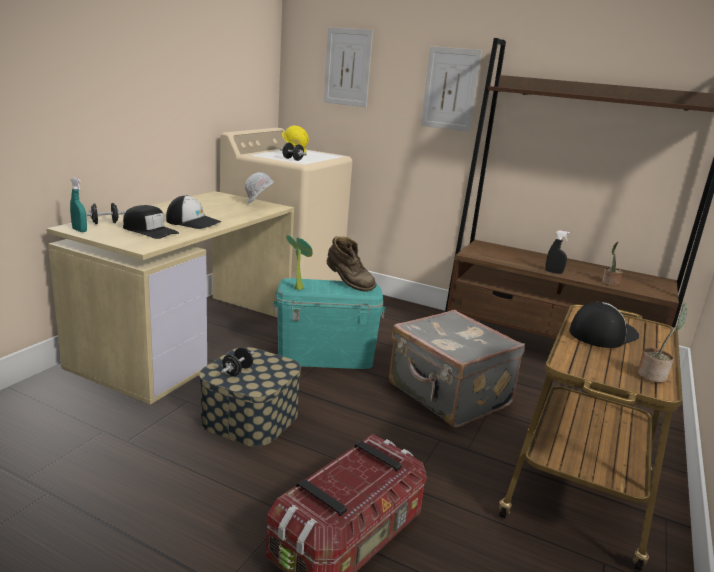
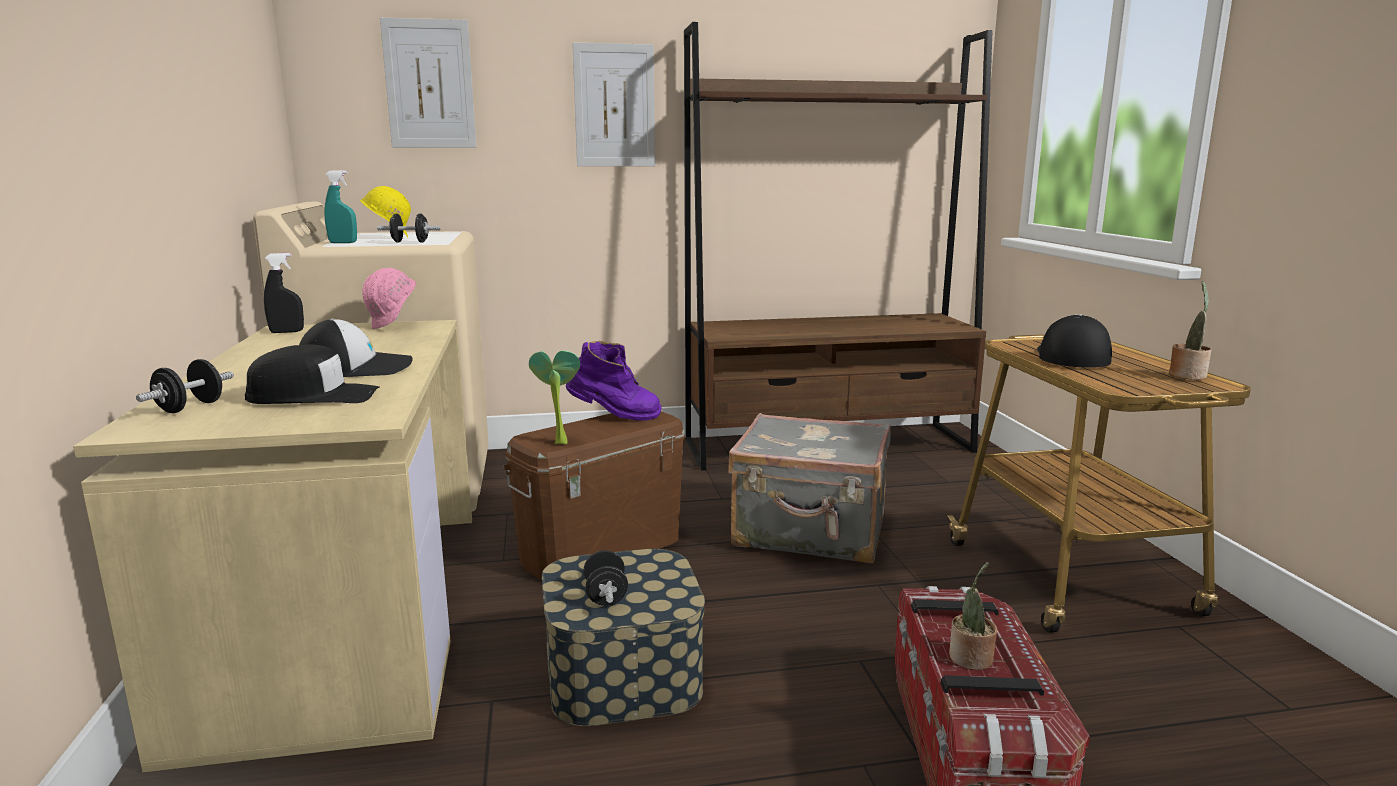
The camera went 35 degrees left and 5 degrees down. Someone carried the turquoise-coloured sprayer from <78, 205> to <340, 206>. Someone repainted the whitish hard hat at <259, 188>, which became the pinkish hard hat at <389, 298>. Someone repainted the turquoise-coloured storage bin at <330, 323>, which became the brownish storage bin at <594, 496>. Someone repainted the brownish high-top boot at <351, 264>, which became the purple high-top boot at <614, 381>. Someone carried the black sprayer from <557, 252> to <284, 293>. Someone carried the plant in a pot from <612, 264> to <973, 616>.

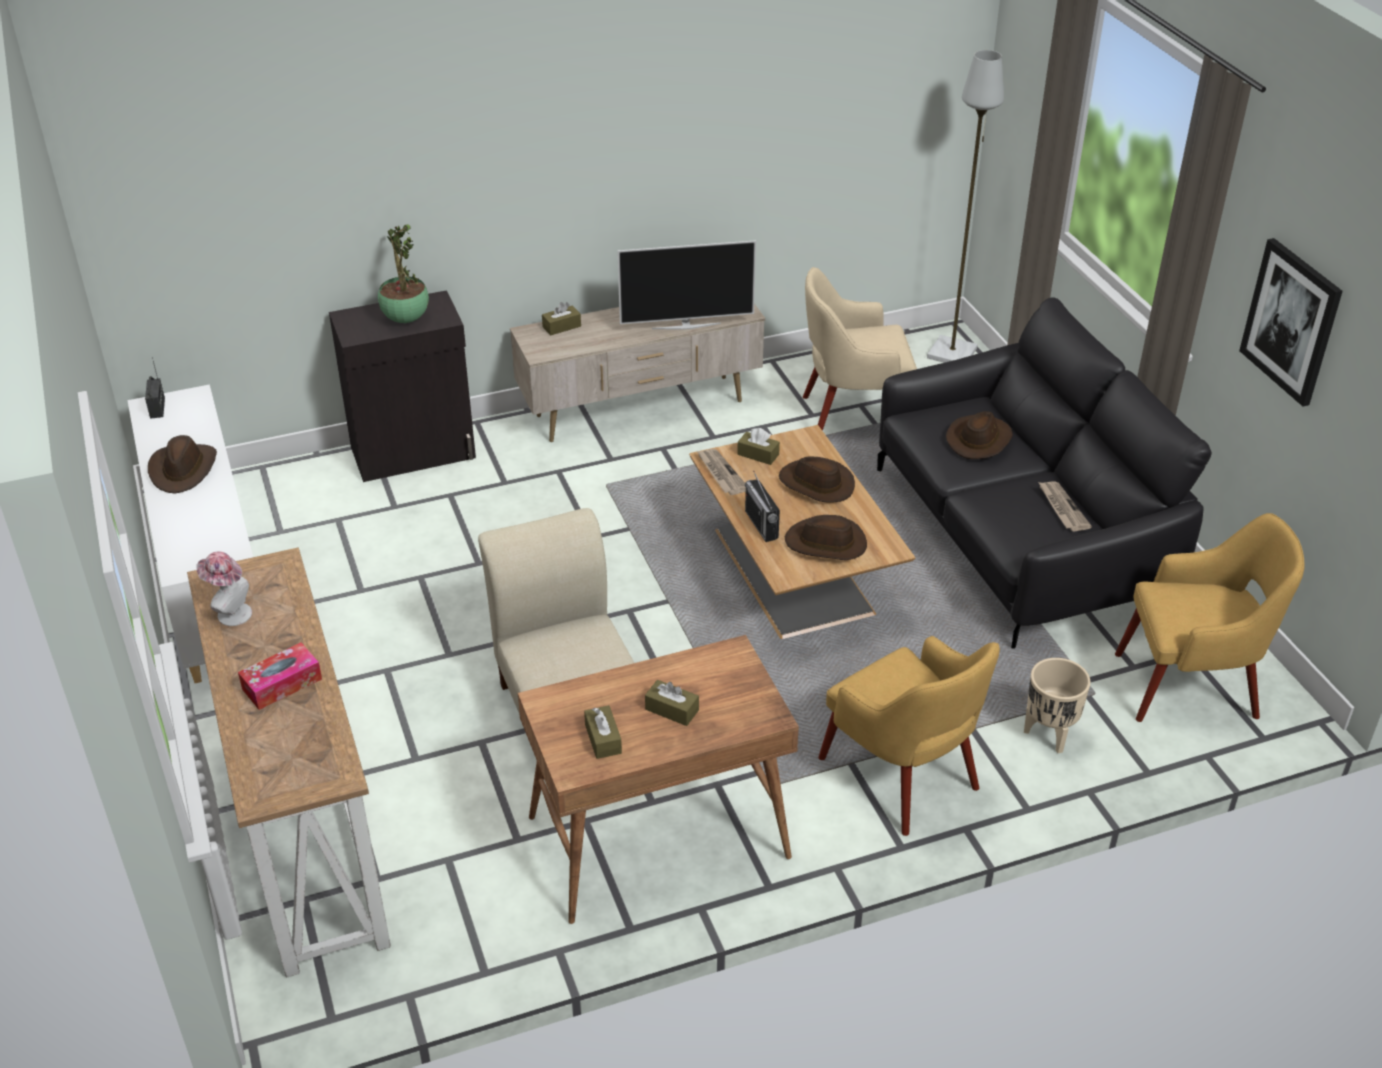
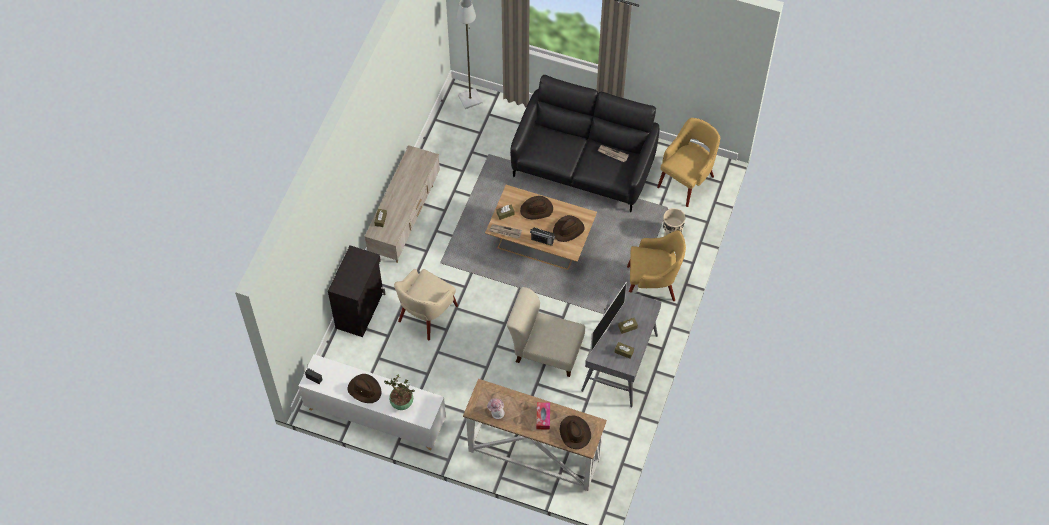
The camera went 50 degrees left and 20 degrees up. Someone carried the plant in a pot from <403, 273> to <399, 392>. Someone repainted the brownish desk unit at <658, 779>, which became the gray desk unit at <621, 347>. Someone carried the TV from <686, 285> to <608, 316>. Someone carried the sand-coloured armchair from <860, 349> to <426, 305>. Someone carried the brownish clothing hat from <979, 435> to <575, 432>. Someone took away the wall art at <1291, 322>.

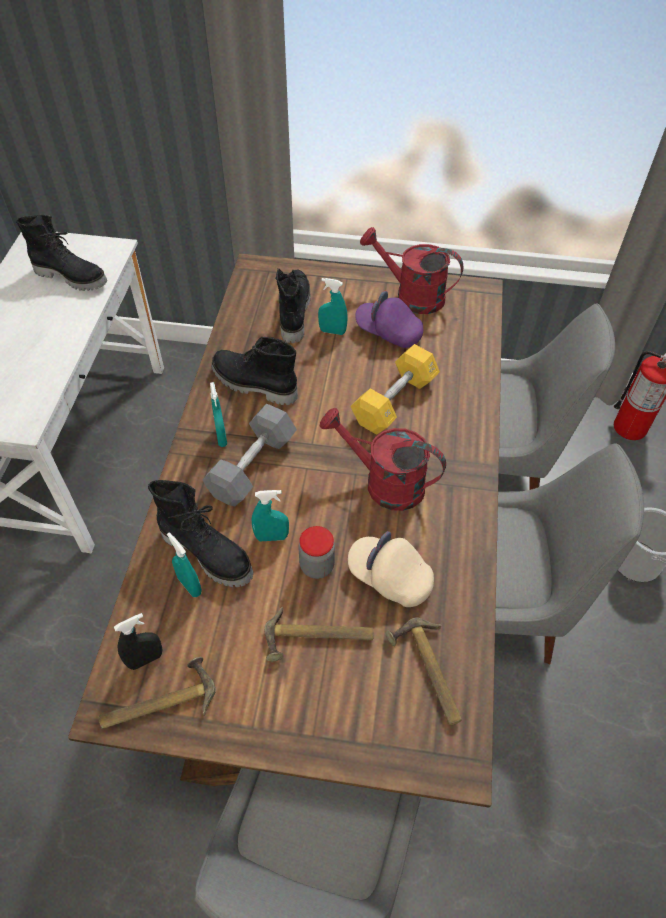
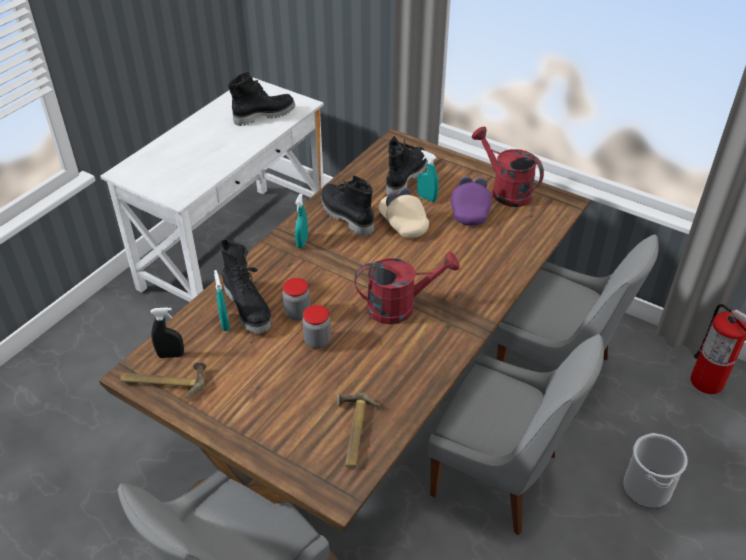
The camera went 25 degrees right and 10 degrees down. Someone rotated the black high-top boot at <61, 253> by 75 degrees counterclockwise. Someone took away the gray free weight at <250, 454>. Someone swapped the turquoise-coloured sprayer at <270, 515> for the storage jar at <296, 299>. Someone took away the tool hammer at <319, 634>. Someone rotated the red watering can at <383, 459> by 120 degrees clockwise. Someone carried the sand-coloured cap from <391, 569> to <404, 213>. Someone took away the yellow-coloured free weight at <395, 389>. Someone rotated the purple cap at <389, 319> by 45 degrees clockwise.

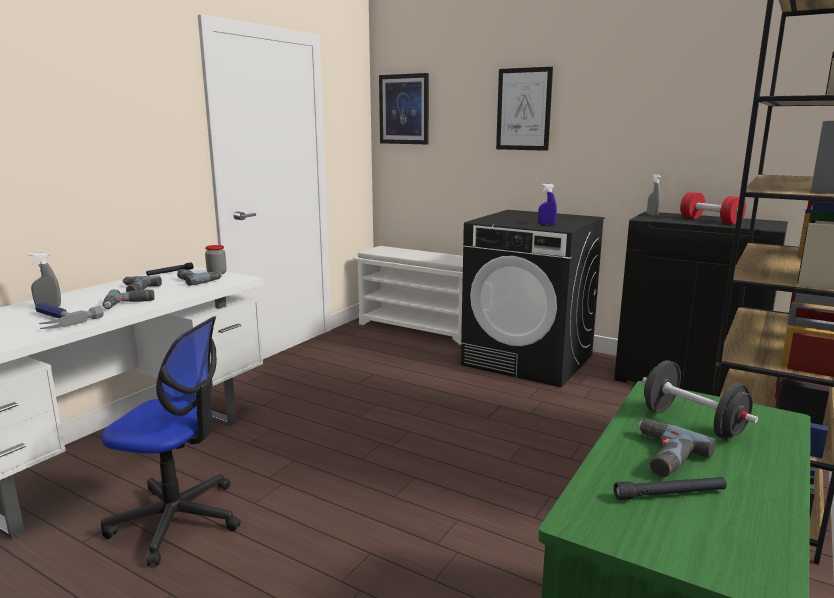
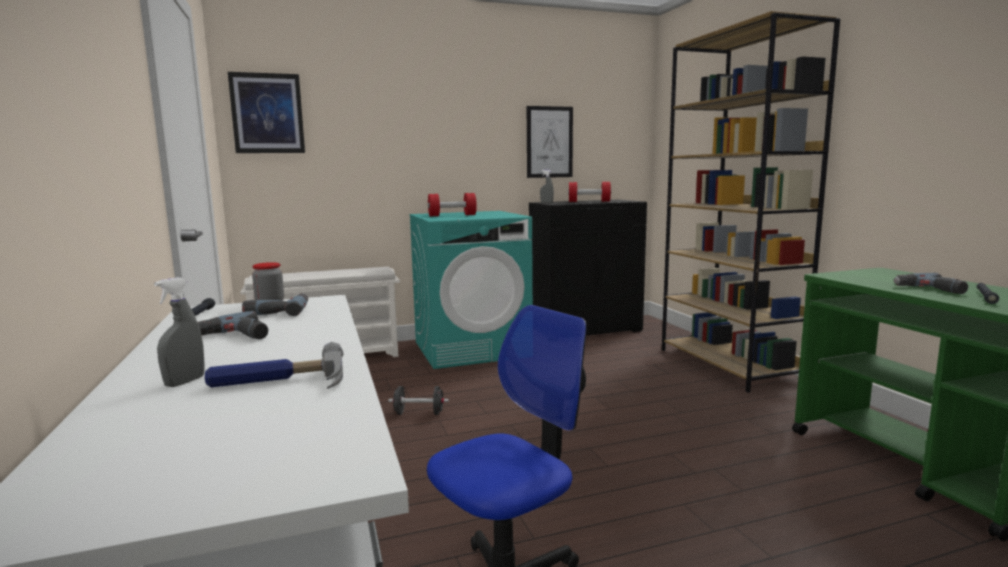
The camera went 50 degrees left and 5 degrees down. Someone took away the power drill at <129, 299>. Someone repainted the black washing machine at <533, 298>, which became the turquoise-coloured washing machine at <471, 290>. Someone carried the wall art from <524, 109> to <550, 142>. Someone took away the blue sprayer at <547, 204>. Someone carried the black free weight from <700, 400> to <418, 400>. Someone put down the red free weight at <452, 204>.

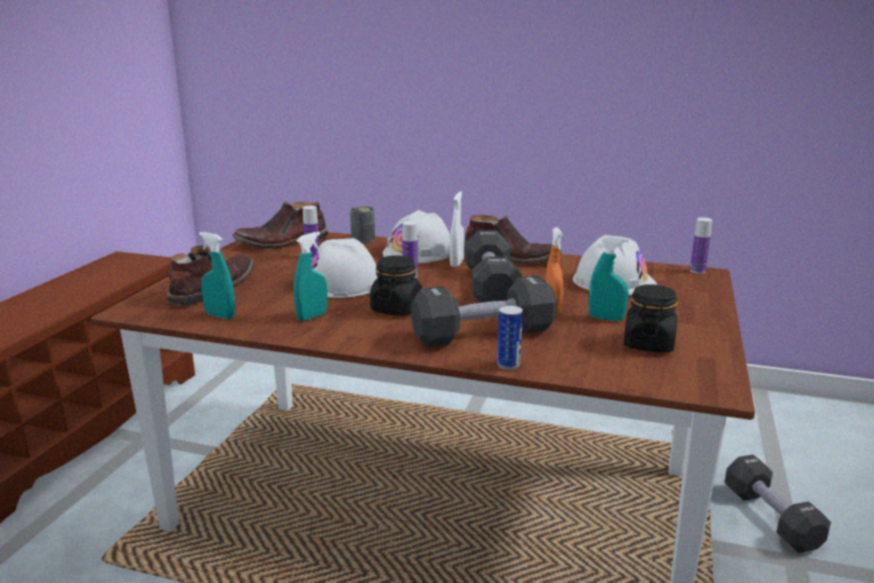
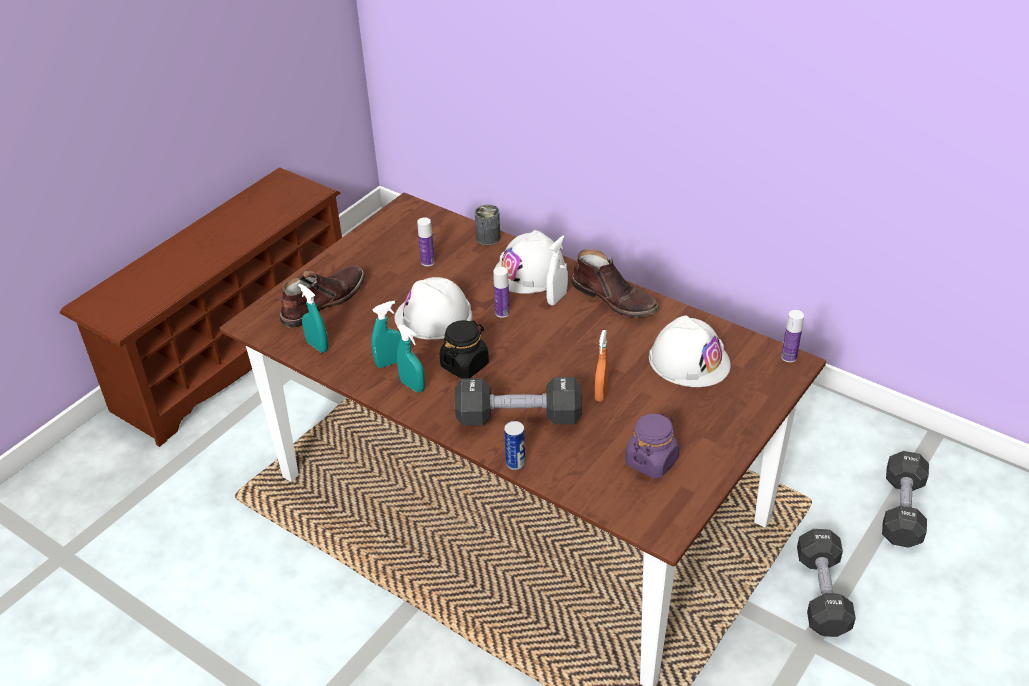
The camera went 20 degrees right and 20 degrees up. Someone took away the brownish high-top boot at <280, 225>. Someone carried the black free weight from <494, 266> to <905, 499>. Someone carried the turquoise-coloured sprayer from <609, 278> to <411, 358>. Someone repainted the black storage jar at <651, 318>, which became the purple storage jar at <652, 445>.

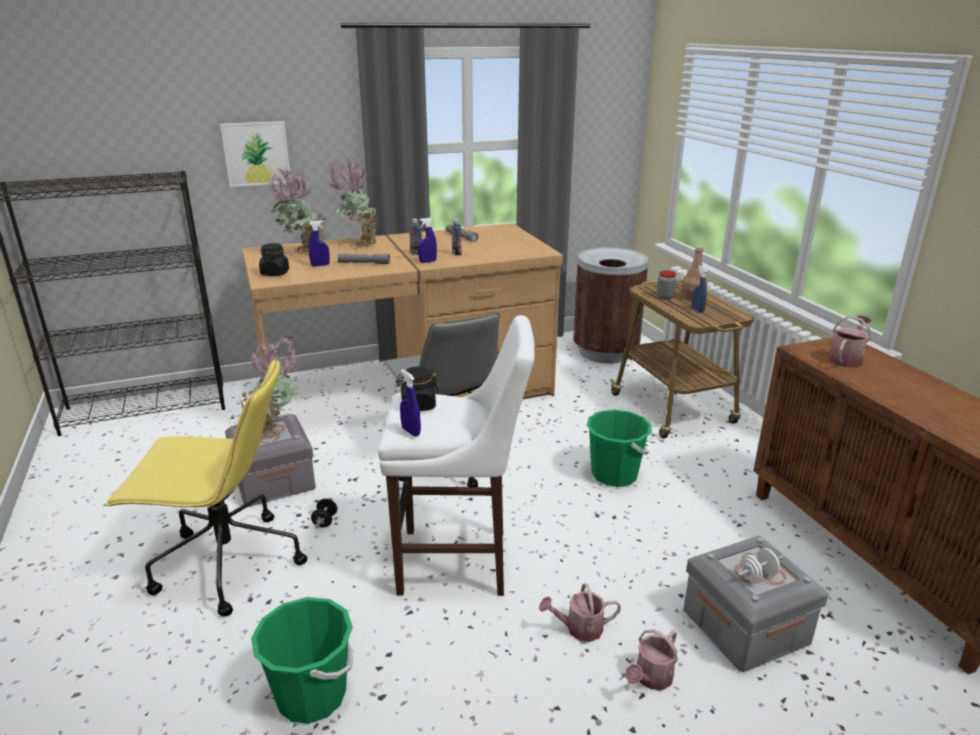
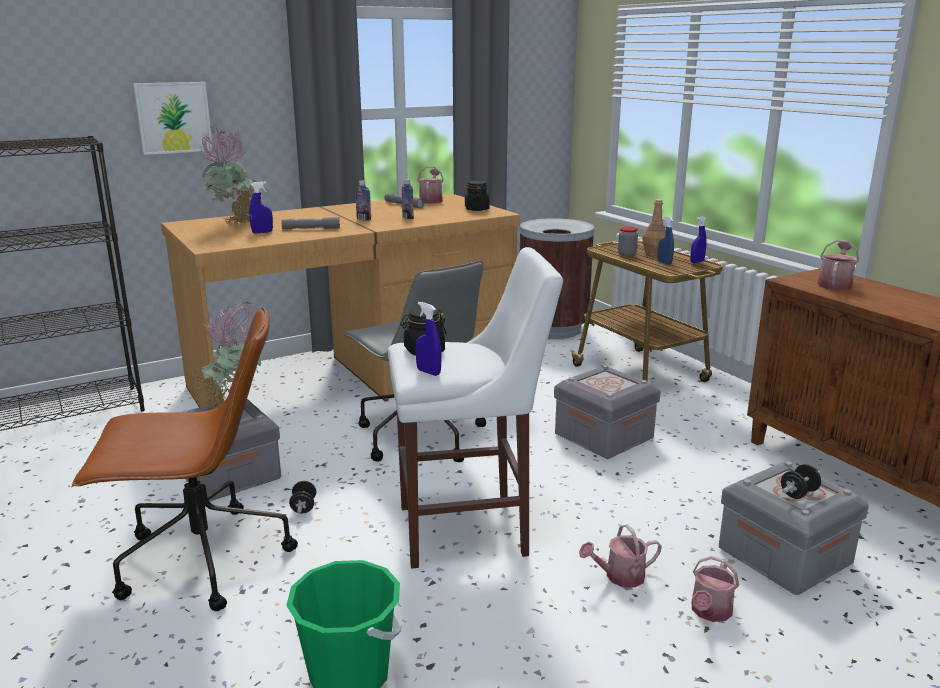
The camera went 10 degrees left and 5 degrees down. Someone repainted the yellow-coloured office chair at <206, 487>, which became the brownish office chair at <185, 459>. Someone carried the black storage jar from <274, 259> to <477, 196>. Someone took away the plant in a pot at <354, 203>. Someone carried the blue sprayer from <427, 240> to <698, 239>. Someone swapped the green bucket at <619, 448> for the gray storage bin at <607, 412>. Someone repainted the whitish free weight at <760, 565>, which became the black free weight at <801, 481>. Someone put down the watering can at <431, 185>.

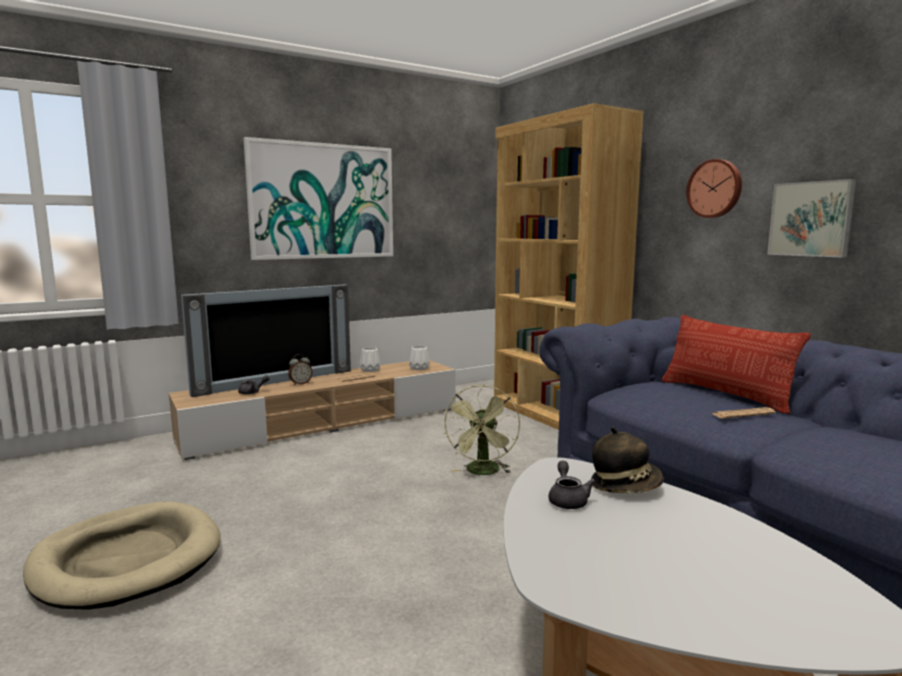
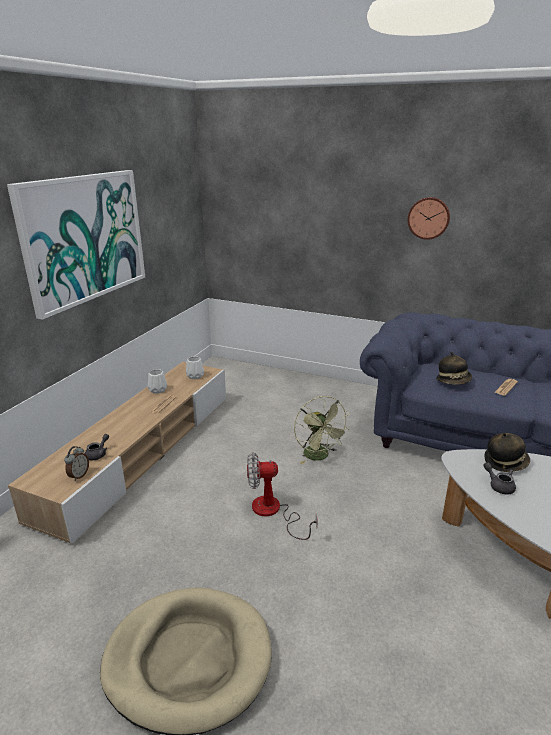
The camera went 35 degrees left and 15 degrees up. Someone took away the TV at <266, 340>. Someone carried the alarm clock from <300, 369> to <76, 463>. Someone took away the brownish bookcase at <569, 266>. Someone took away the pillow at <736, 364>. Someone took away the wall art at <811, 218>. Someone put down the fan at <282, 496>. Someone put down the clothing hat at <454, 368>.

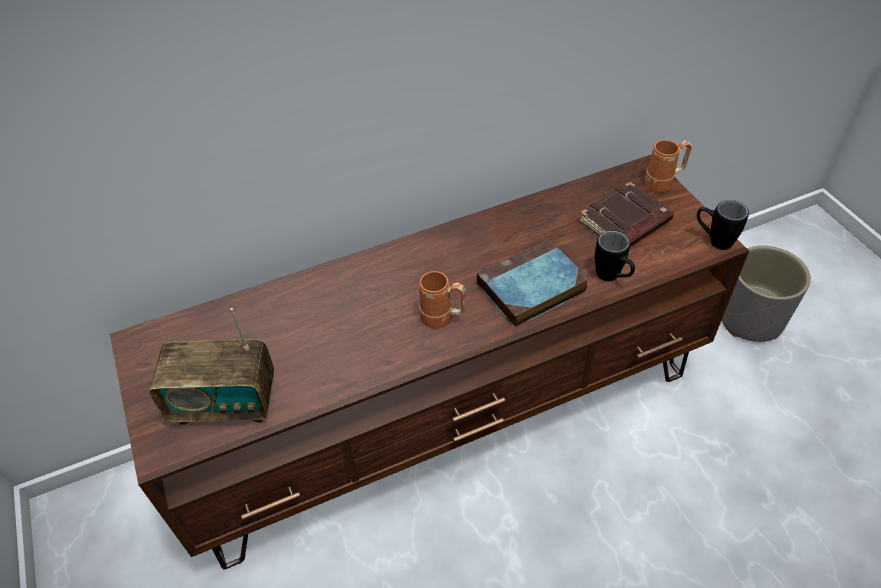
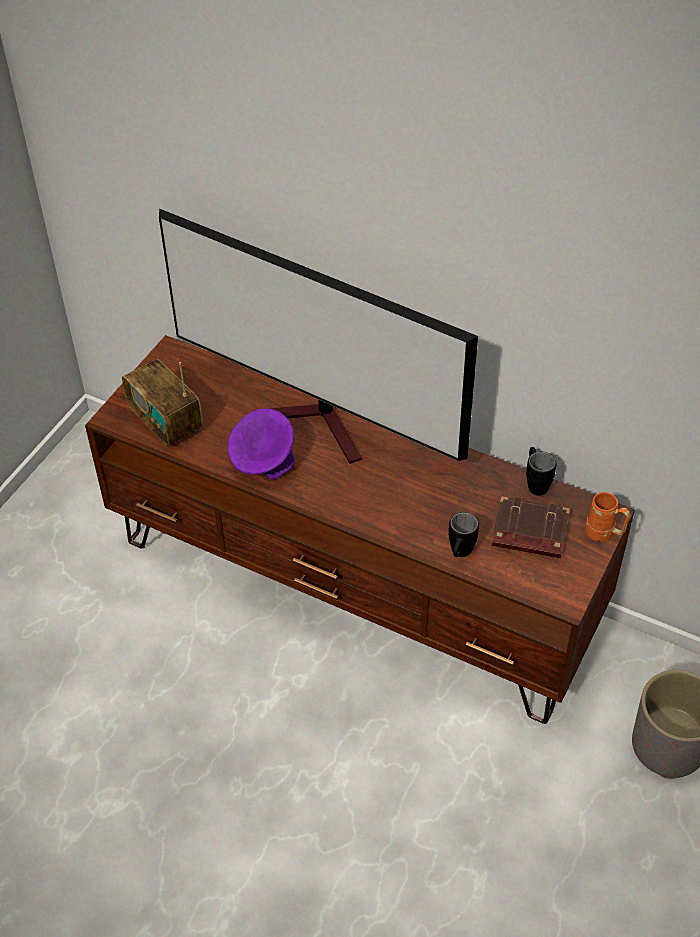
The camera went 50 degrees right and 0 degrees up. Someone took away the orange-coloured coffee mug at <442, 300>. Someone took away the book at <533, 284>. Someone carried the black coffee mug from <723, 225> to <541, 471>. Someone put down the TV at <318, 336>. Someone put down the purple deep dish at <261, 444>.

